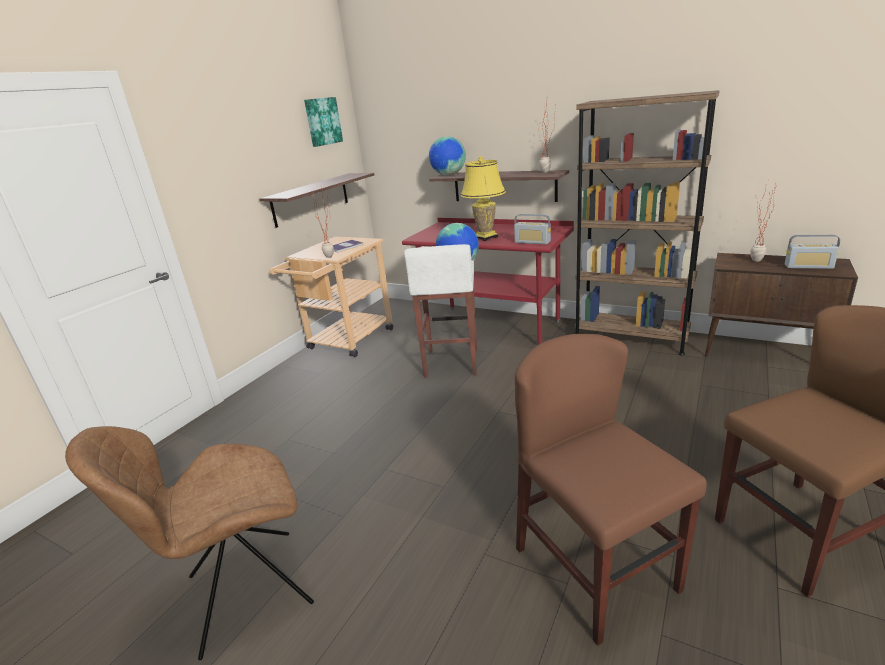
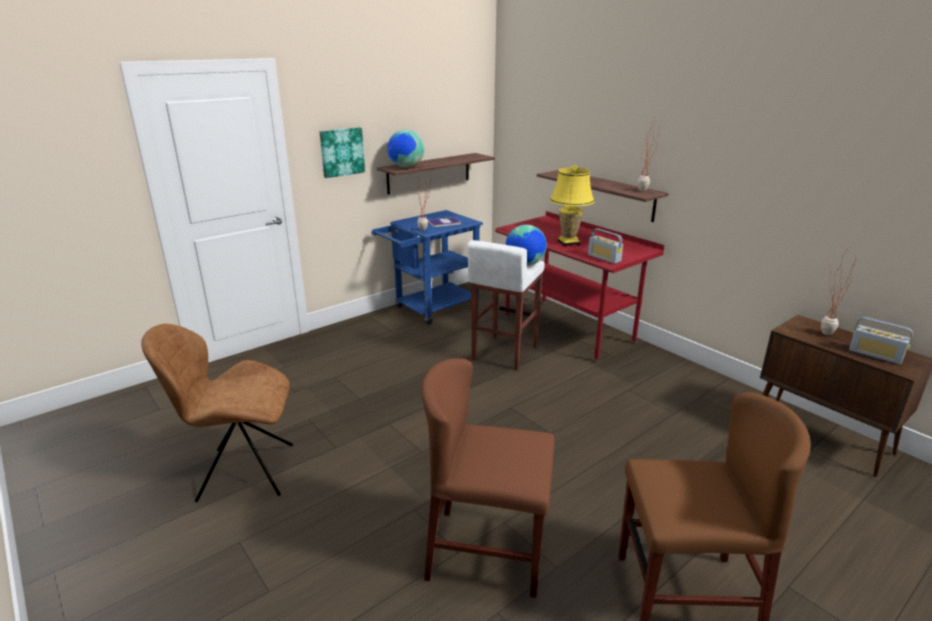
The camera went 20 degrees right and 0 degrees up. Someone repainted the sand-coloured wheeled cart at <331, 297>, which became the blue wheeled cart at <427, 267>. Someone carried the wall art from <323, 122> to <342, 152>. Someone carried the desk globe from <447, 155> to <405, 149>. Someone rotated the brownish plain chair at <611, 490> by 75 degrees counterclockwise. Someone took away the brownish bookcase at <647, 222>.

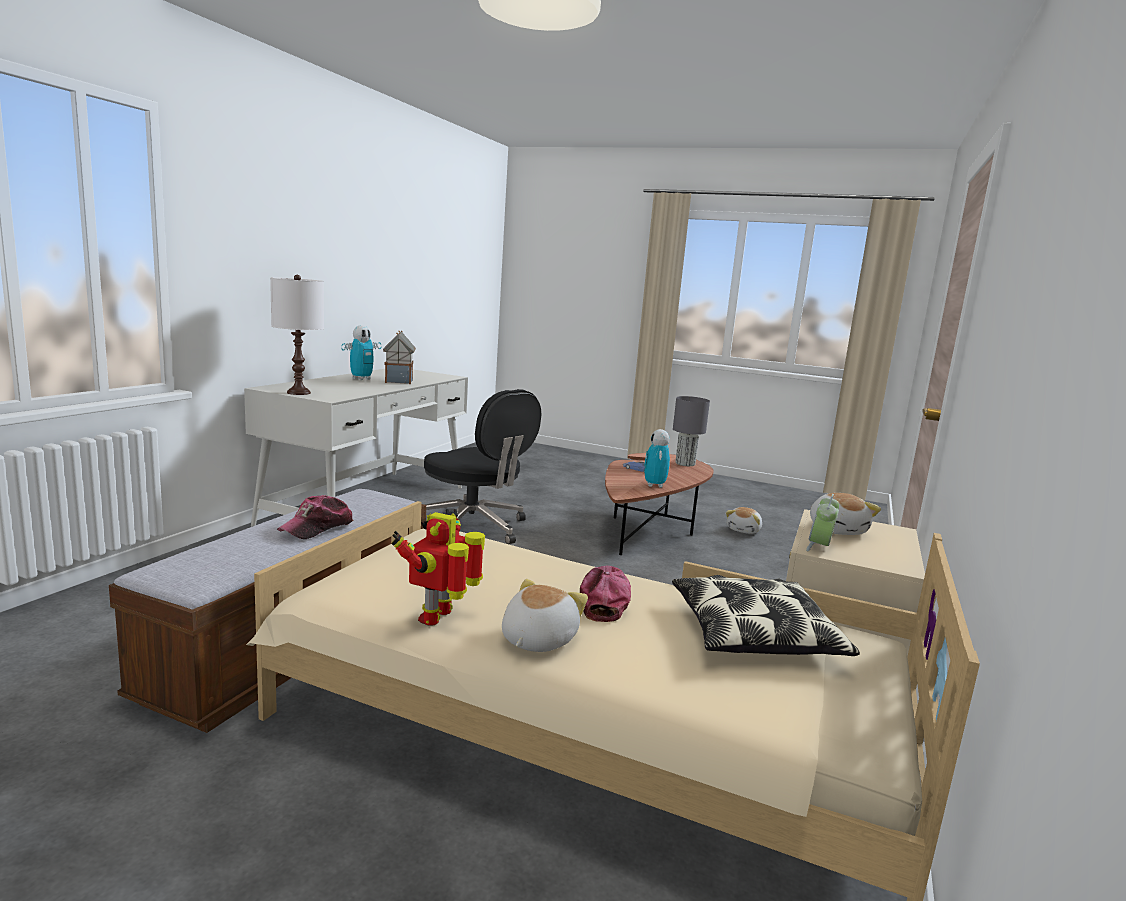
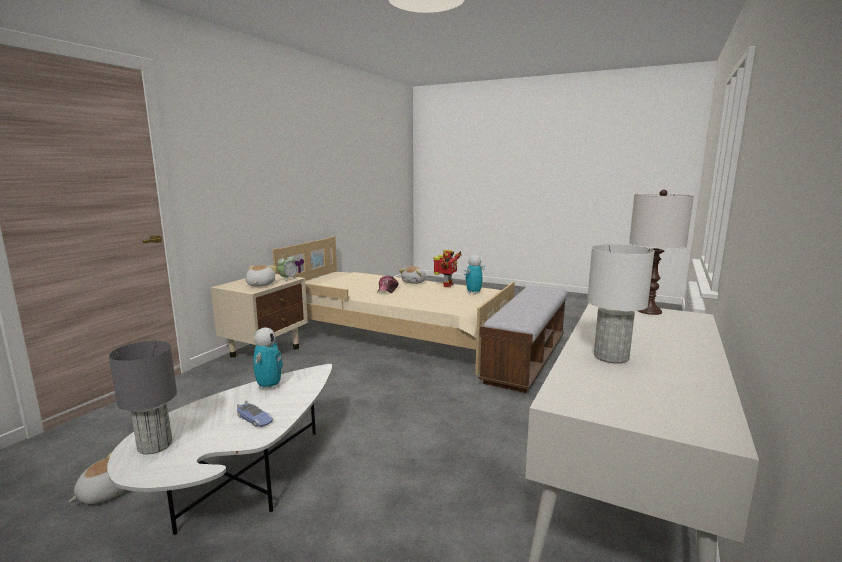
The camera went 175 degrees left and 0 degrees up. Someone took away the cap at <315, 517>. Someone carried the robot figure from <361, 352> to <474, 275>. Someone swapped the model house at <399, 357> for the whitish table lamp at <620, 304>. Someone took away the black office chair at <482, 466>. Someone repainted the brownish lounge table at <659, 504>, which became the whitish lounge table at <219, 449>. Someone took away the pillow at <766, 615>.

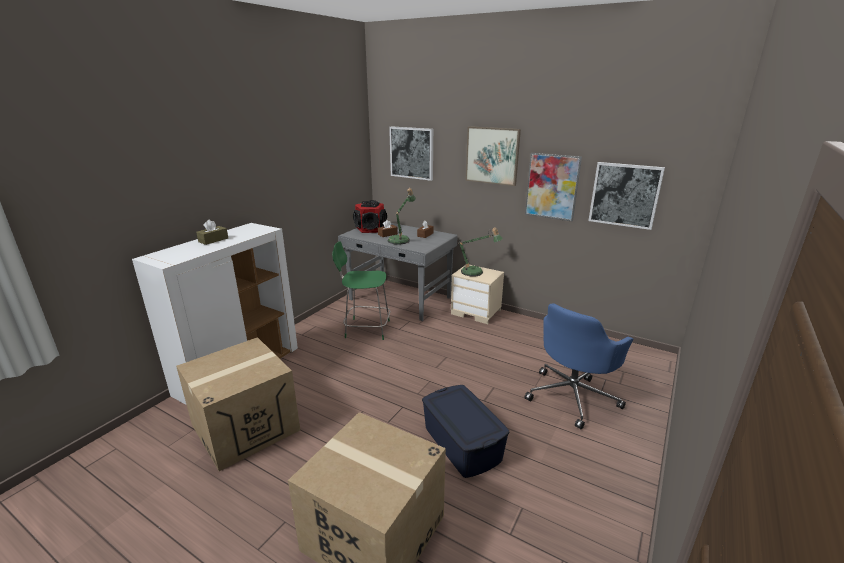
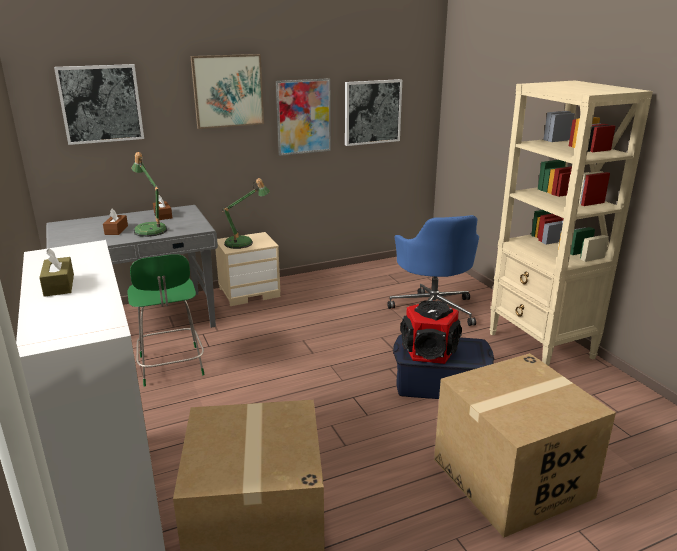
The camera went 55 degrees left and 0 degrees up. Someone rotated the green plain chair at <361, 290> by 60 degrees counterclockwise. Someone carried the loudspeaker from <370, 216> to <431, 332>. Someone put down the sand-coloured bookcase at <571, 223>.

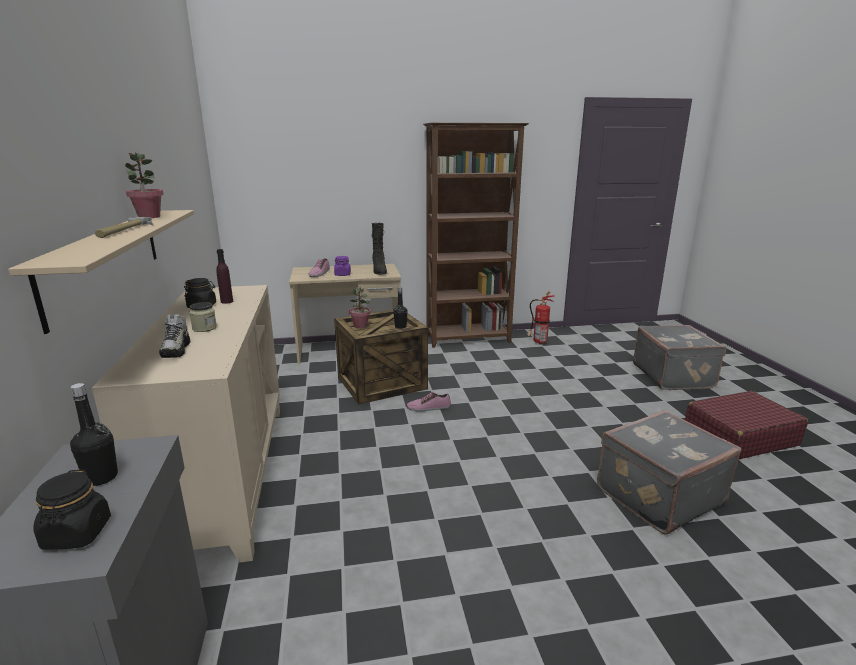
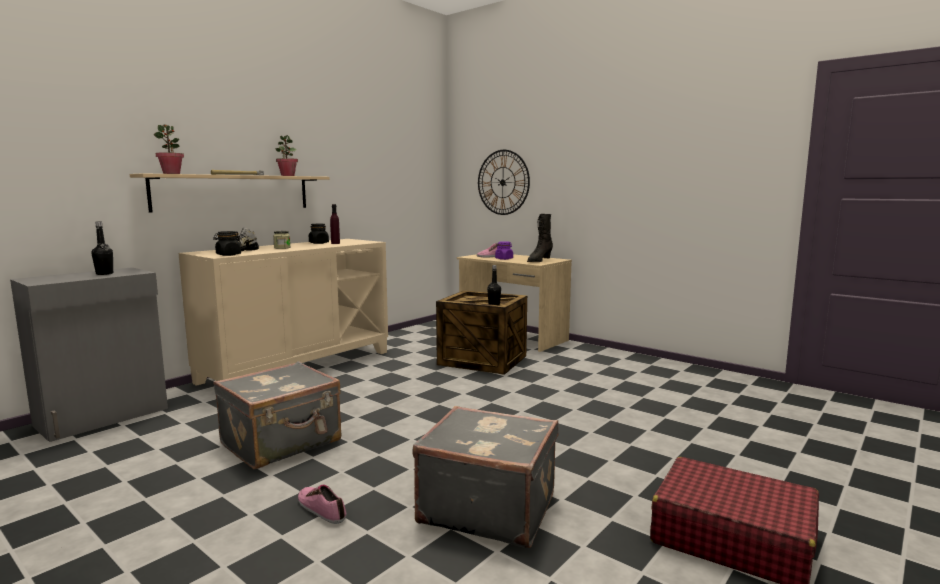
The camera went 50 degrees right and 10 degrees down. Someone carried the black storage jar from <72, 510> to <227, 243>. Someone carried the plant in a pot from <360, 307> to <169, 149>. Someone carried the shoe from <428, 401> to <322, 504>. Someone took away the brownish bookcase at <476, 235>. Someone took away the fire-fighting cylinder at <541, 317>. Someone carried the gray piece of luggage from <679, 357> to <277, 415>. Someone put up the hanging clock at <504, 182>.

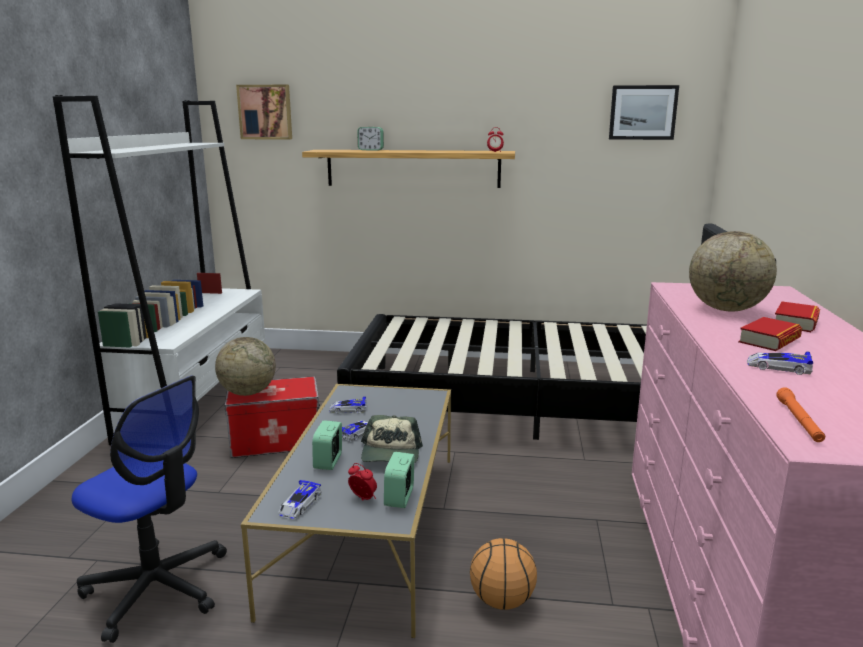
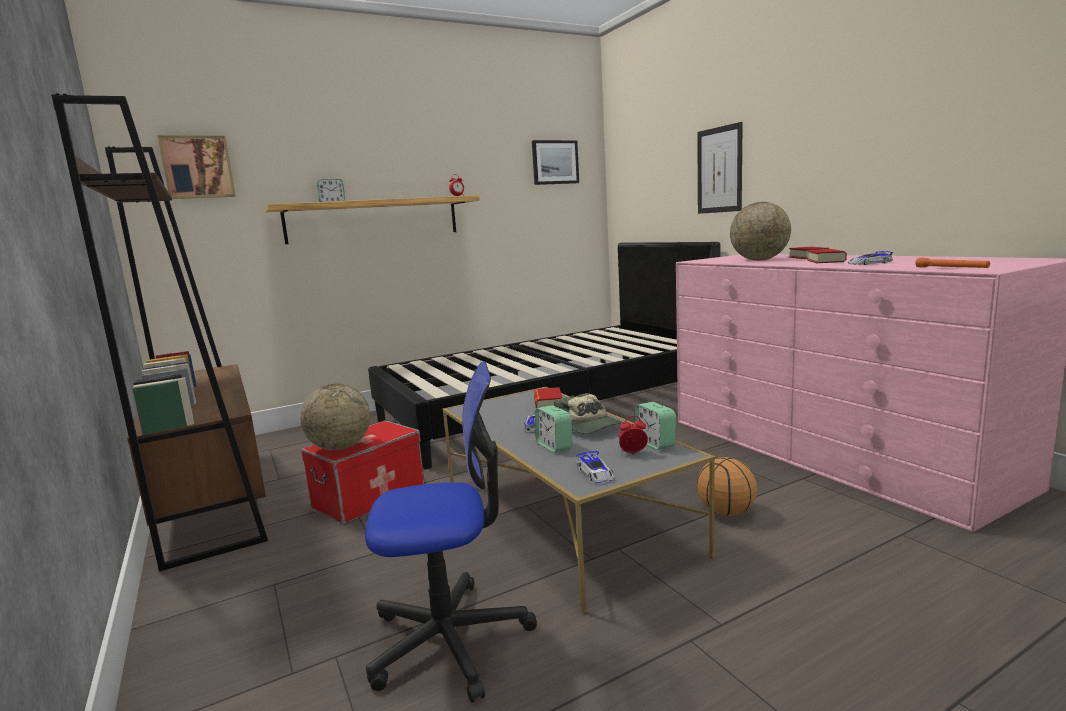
The camera went 35 degrees left and 5 degrees down. Someone repainted the whitish bookcase at <159, 270>, which became the brownish bookcase at <159, 332>. Someone took away the toy car at <348, 405>. Someone put down the book at <548, 397>. Someone put up the wall art at <720, 168>.

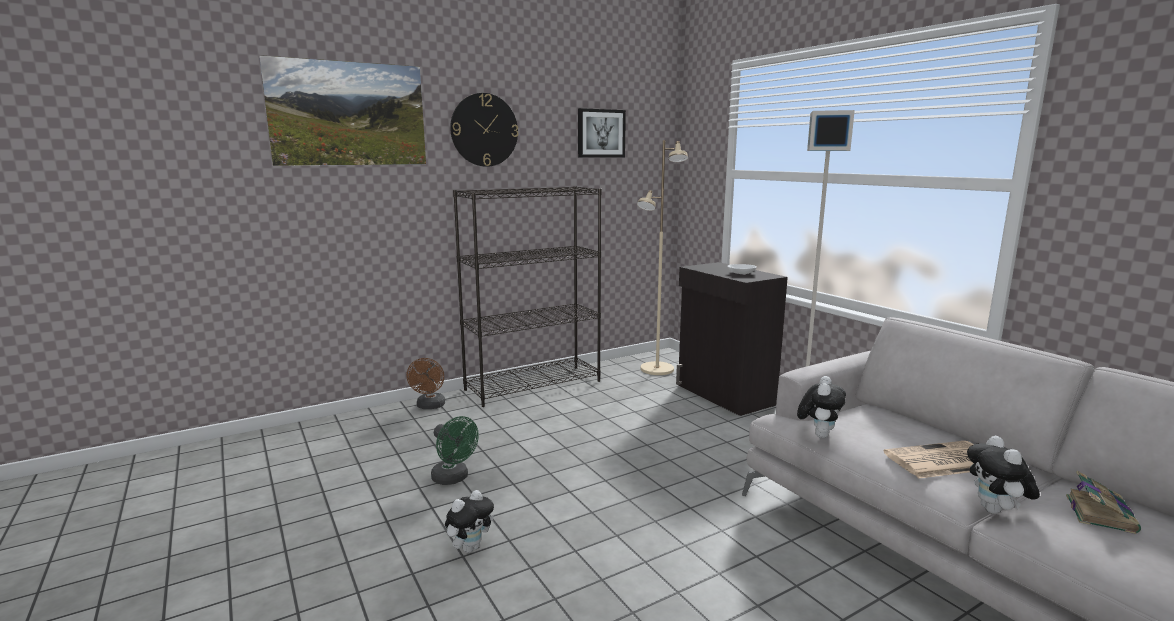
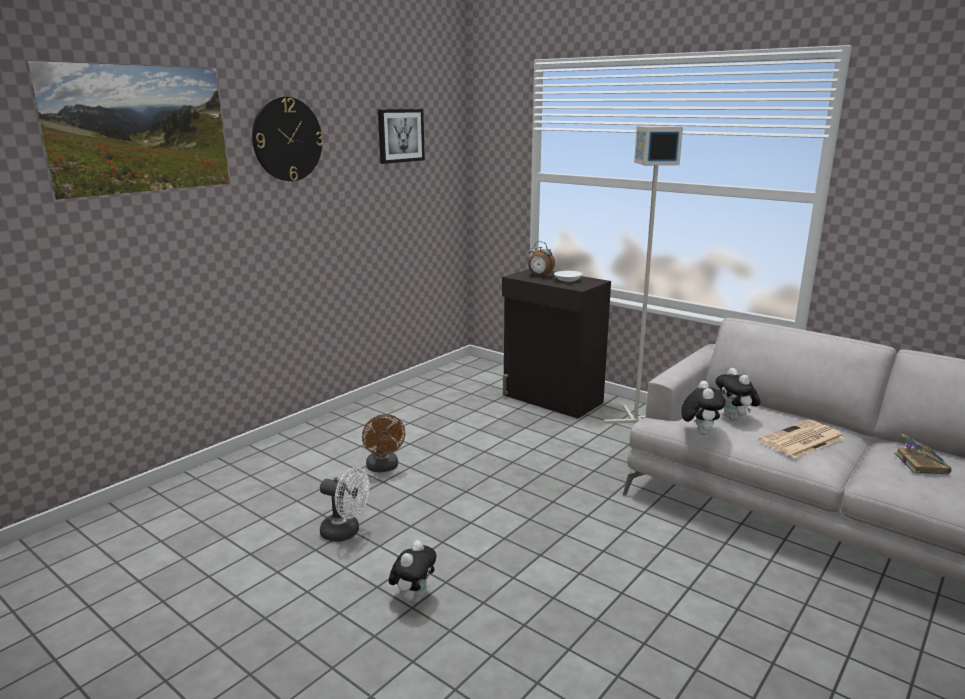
The camera went 20 degrees left and 5 degrees up. Someone carried the brownish fan from <425, 383> to <383, 443>. Someone repainted the green fan at <455, 450>, which became the whitish fan at <345, 504>. Someone took away the black bookcase at <527, 296>. Someone took away the sand-coloured standing lamp at <662, 257>. Someone carried the soft toy from <1003, 475> to <738, 394>. Someone put down the alarm clock at <541, 259>.

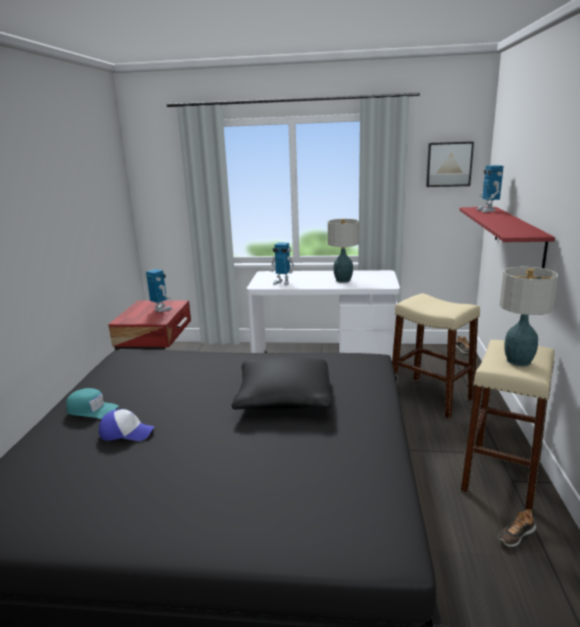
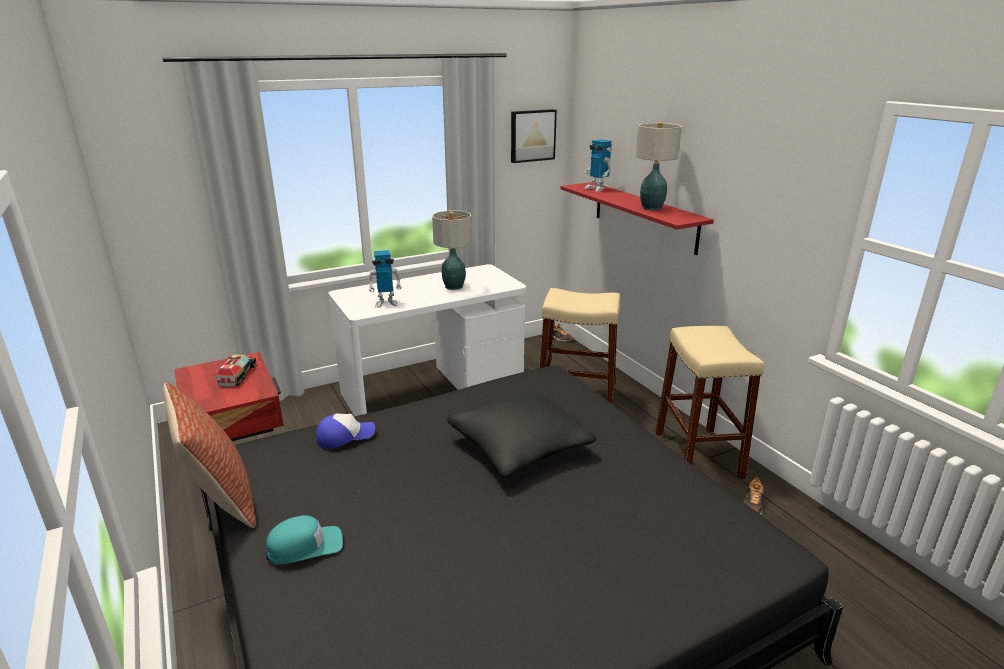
The camera went 35 degrees left and 5 degrees up. Someone carried the cap from <127, 425> to <345, 431>. Someone swapped the robot figure at <159, 290> for the model truck at <236, 371>. Someone carried the table lamp from <529, 316> to <659, 166>. Someone put down the pillow at <209, 455>.

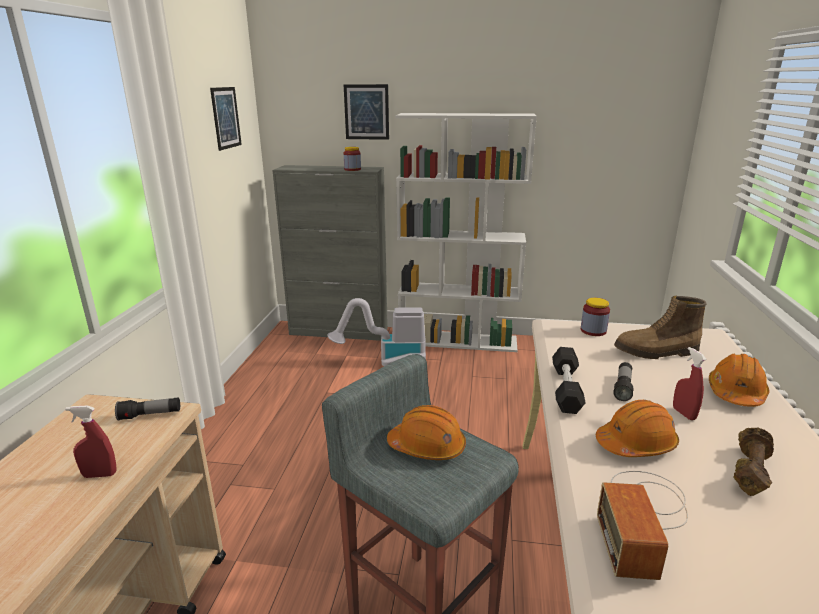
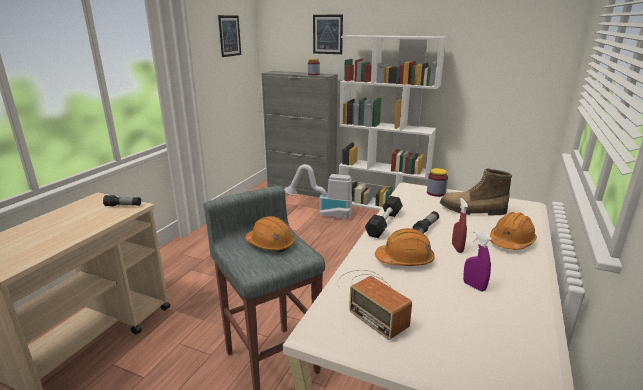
The camera went 15 degrees right and 0 degrees up. Someone took away the red sprayer at <91, 442>. Someone rotated the radio set at <642, 525> by 60 degrees counterclockwise. Someone swapped the brownish free weight at <753, 462> for the purple sprayer at <477, 261>.

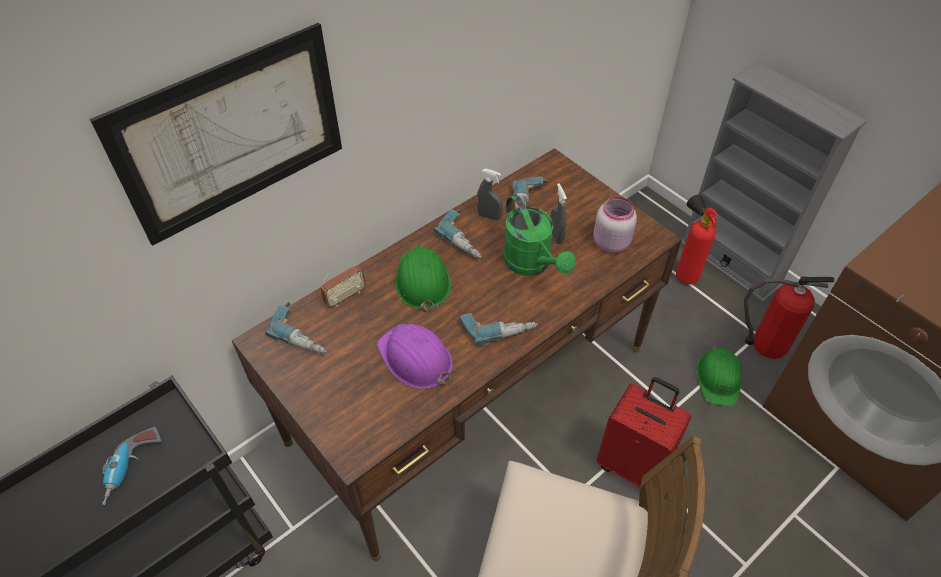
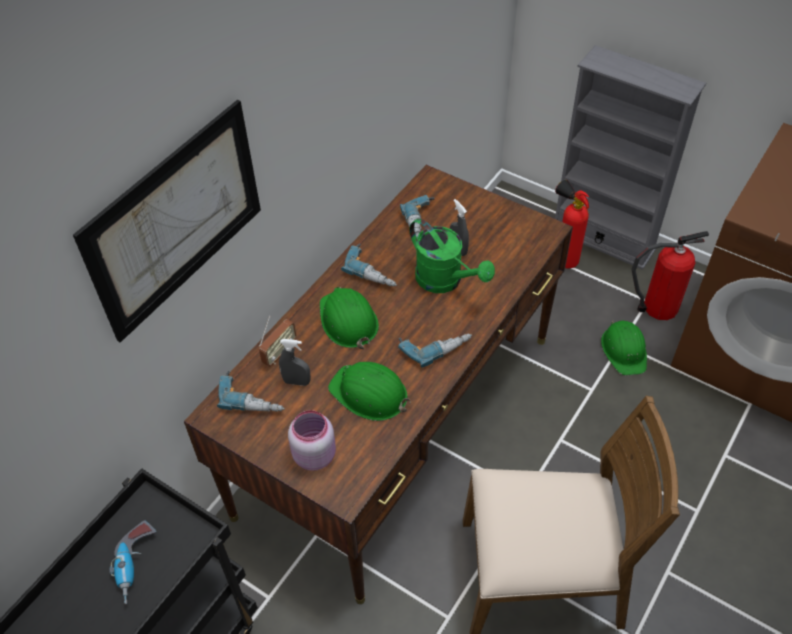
The camera went 15 degrees left and 0 degrees up. Someone repainted the purple hard hat at <415, 356>, which became the green hard hat at <369, 391>. Someone carried the gray sprayer from <490, 195> to <295, 362>. Someone carried the pinkish storage jar from <615, 225> to <312, 440>. Someone took away the red piece of luggage at <644, 432>.

